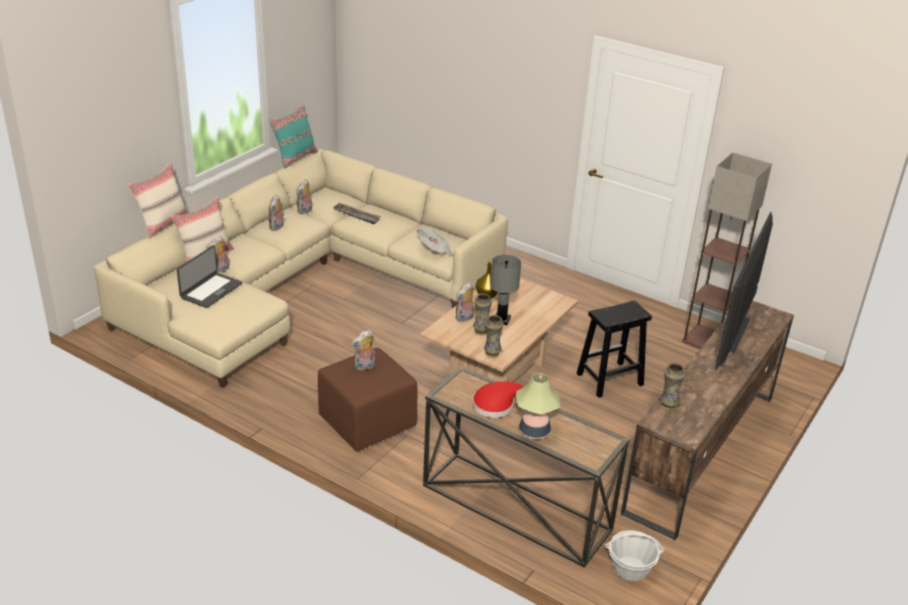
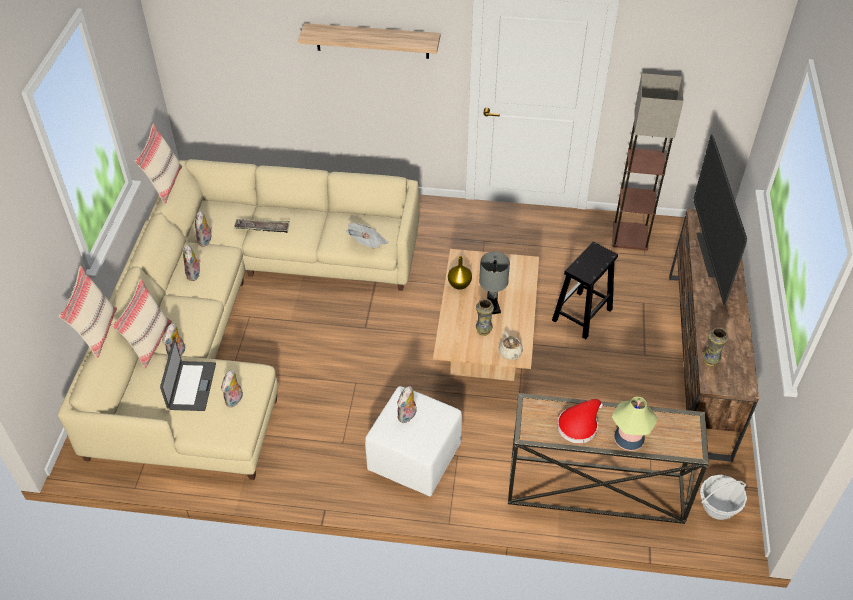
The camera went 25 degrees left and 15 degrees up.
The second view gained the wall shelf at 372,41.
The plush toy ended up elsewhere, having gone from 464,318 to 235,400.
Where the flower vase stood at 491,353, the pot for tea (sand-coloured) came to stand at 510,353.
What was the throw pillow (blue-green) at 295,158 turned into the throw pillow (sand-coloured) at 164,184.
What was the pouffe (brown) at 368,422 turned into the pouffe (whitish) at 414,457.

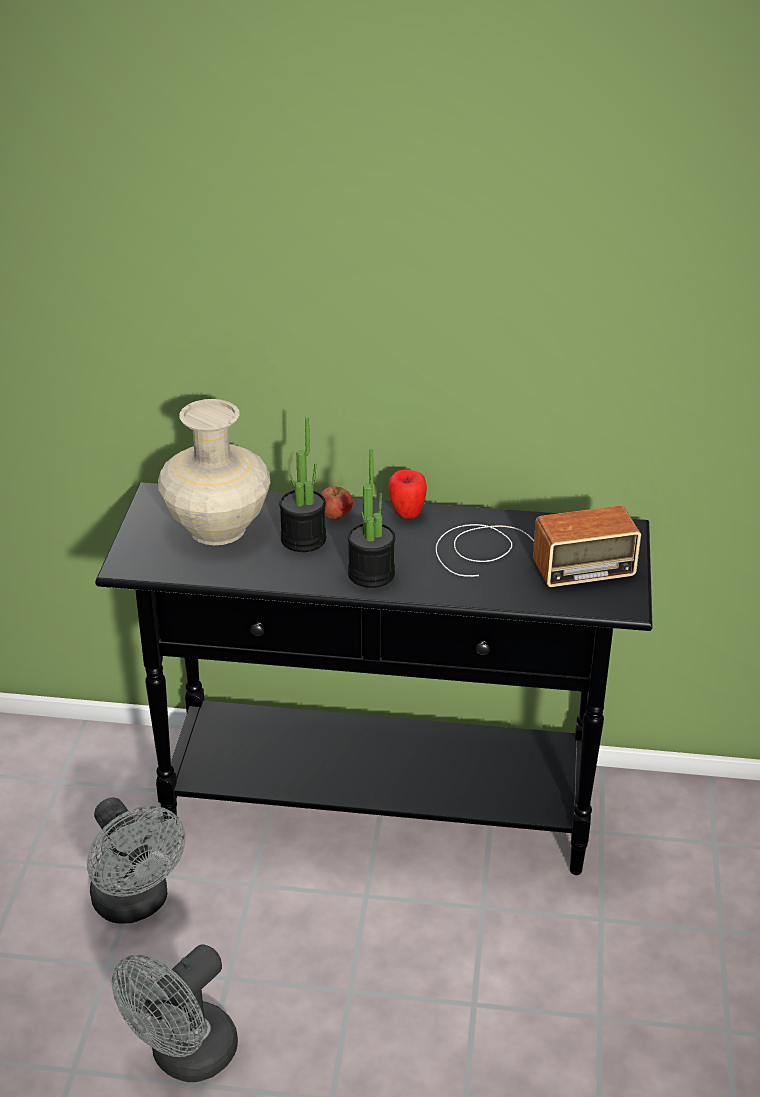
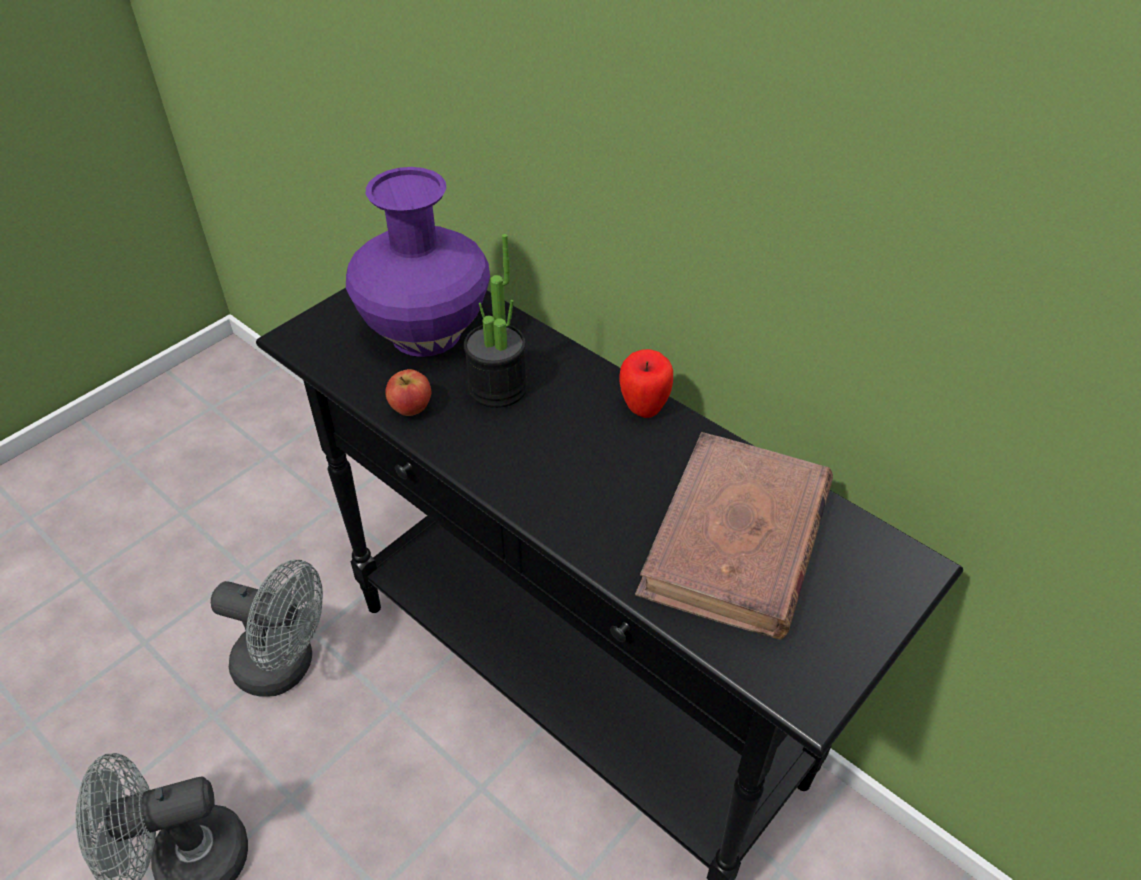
The camera went 35 degrees right and 10 degrees up.
The second view lost the potted plant at 371,574.
The apple ended up elsewhere, having gone from 336,515 to 411,408.
Where the radio receiver stood at 526,556, the volume (brown) came to stand at 736,540.
What was the flower vase (sand-coloured) at 217,528 turned into the flower vase (purple) at 427,332.
The cooling fan (grey) at 136,904 ended up facing another way, 75 degrees counterclockwise from before.

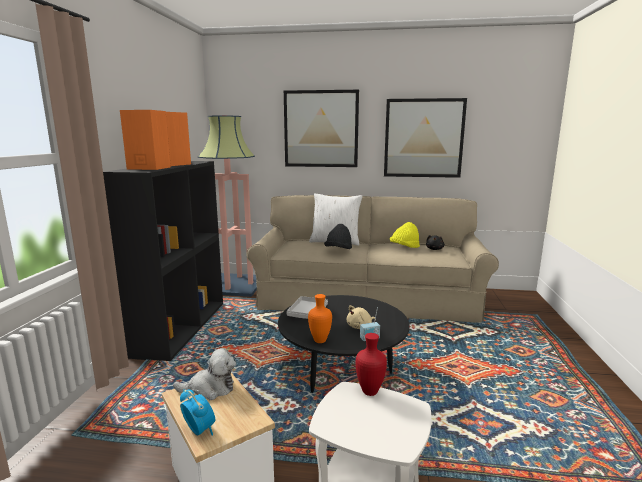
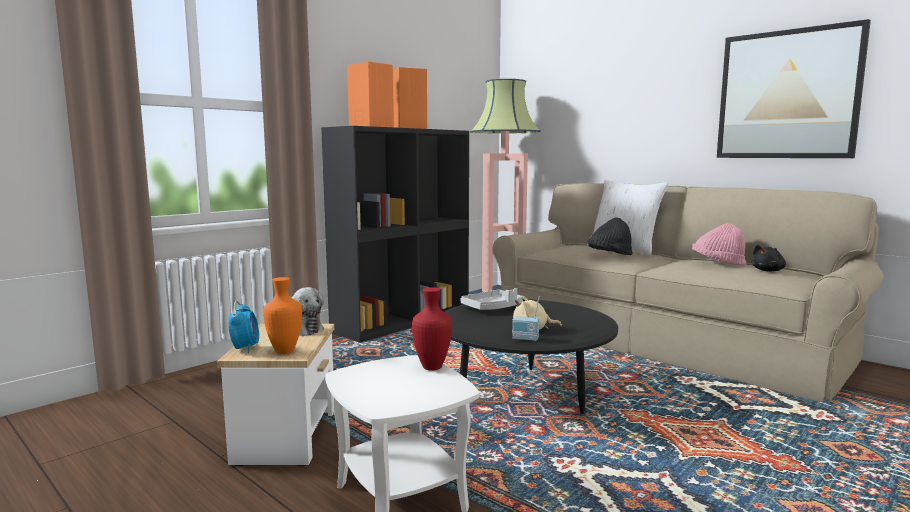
The camera went 35 degrees right and 5 degrees down.
The second view lost the wall picture at 321,129.
The flower vase (orangey) ended up elsewhere, having gone from 319,341 to 283,351.
What was the wearable hat (yellow) at 404,247 turned into the wearable hat (pink-coloured) at 718,264.

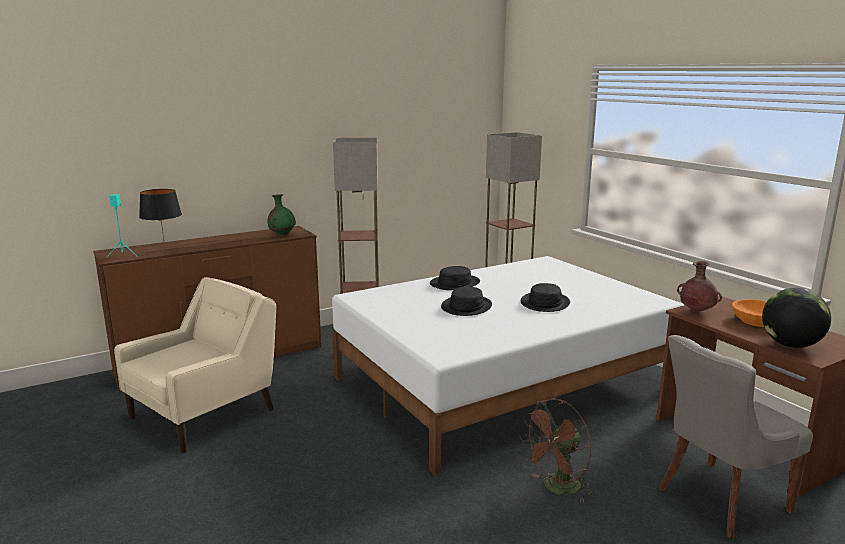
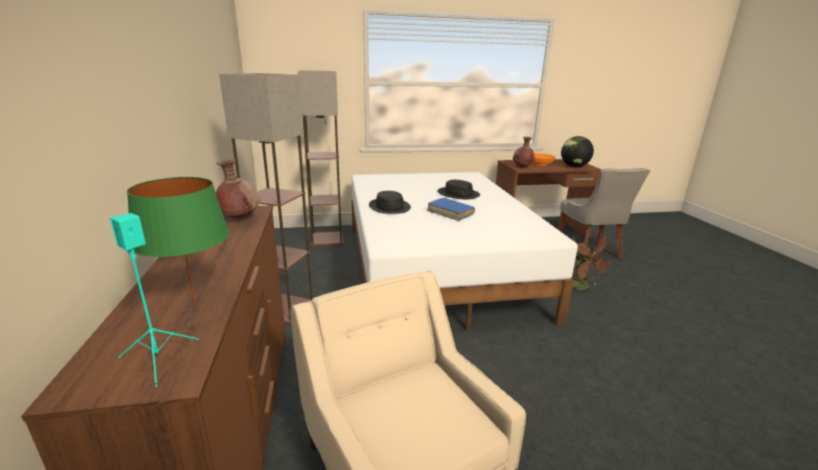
The camera went 70 degrees left and 5 degrees up.
Where the wearable hat (blackish) stood at 466,307, the volume (blue-coloured) came to stand at 450,213.
What was the lamp for a table (blackish) at 165,250 turned into the lamp for a table (greenish) at 196,306.
What was the flower vase (greenish) at 282,234 turned into the flower vase (brown) at 239,219.

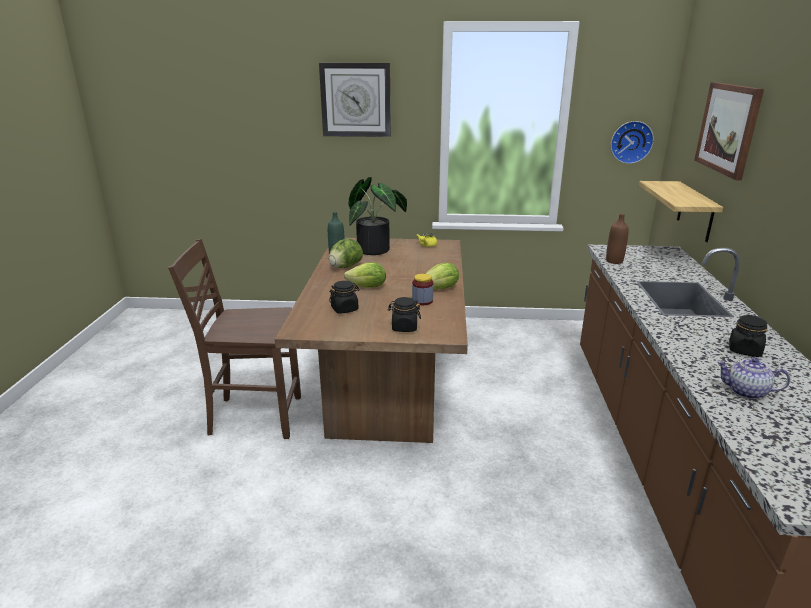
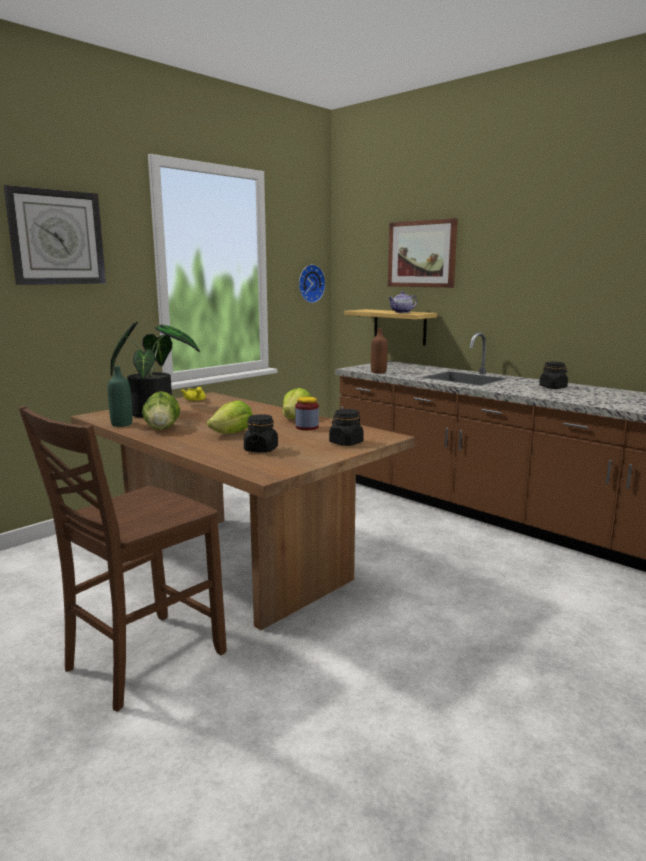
The camera went 50 degrees left and 10 degrees down.
The pot for tea ended up elsewhere, having gone from 746,392 to 402,312.

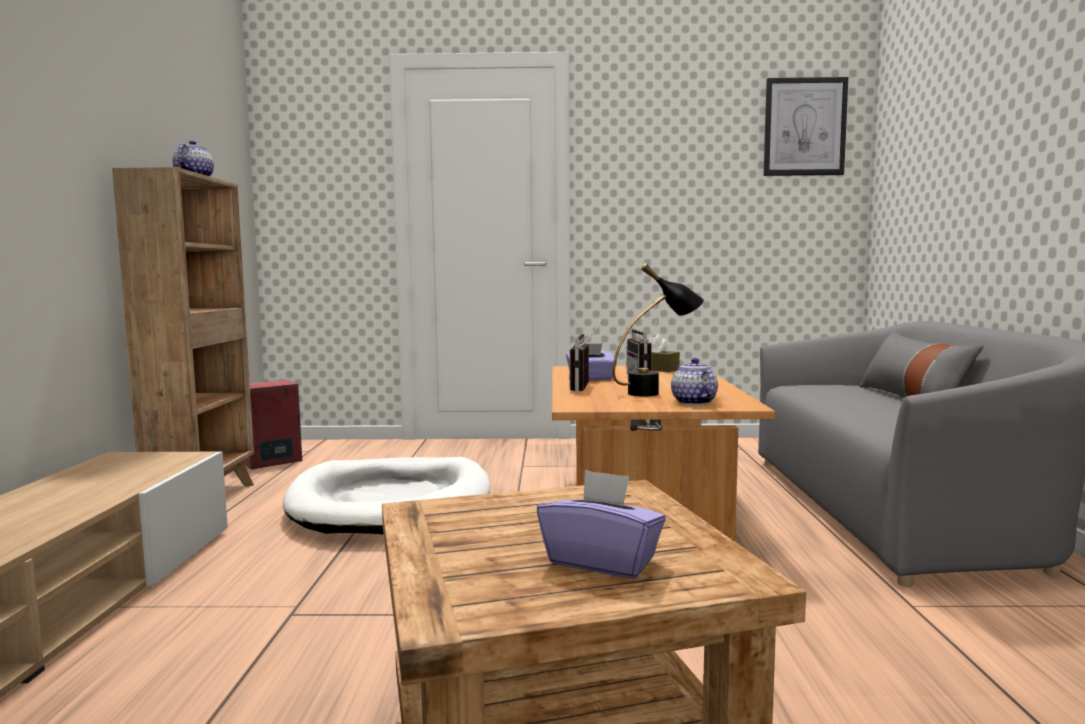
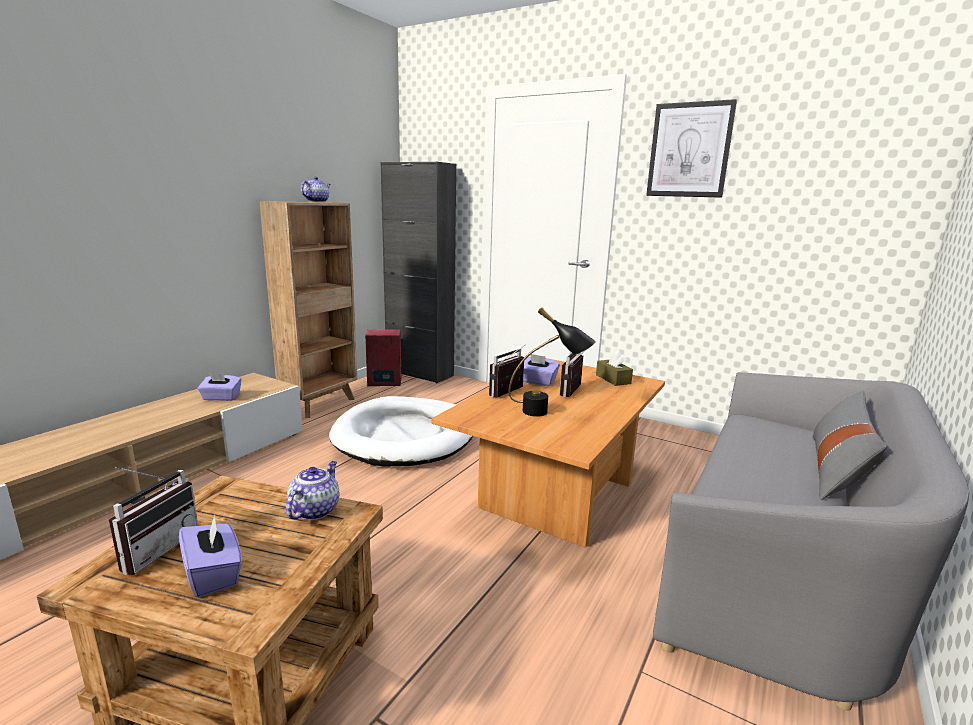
The camera went 30 degrees right and 10 degrees up.
The second view gained the radio receiver at 155,548.
The second view gained the box of tissues (purple) at 221,398.
The second view gained the cabinet (blackish) at 419,373.
The pot for tea ended up elsewhere, having gone from 692,402 to 315,510.
The wall picture ended up elsewhere, having gone from 804,127 to 689,150.

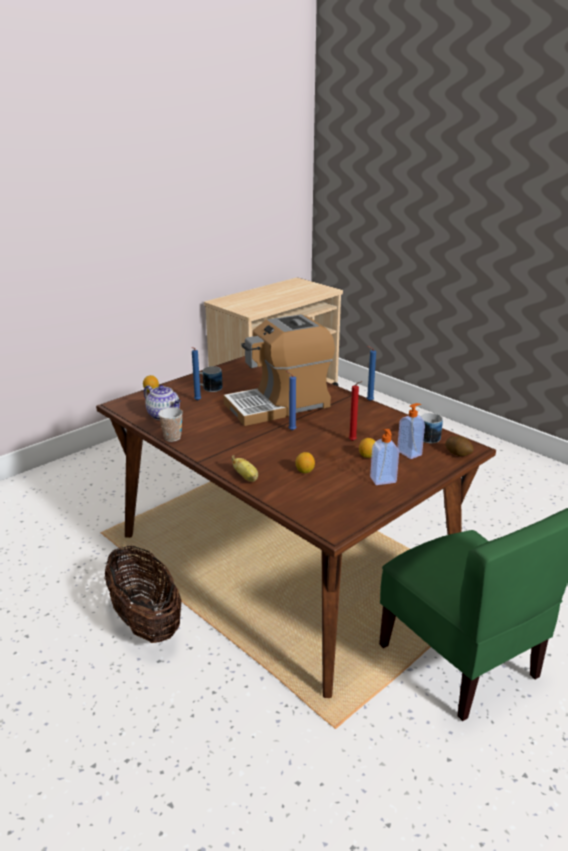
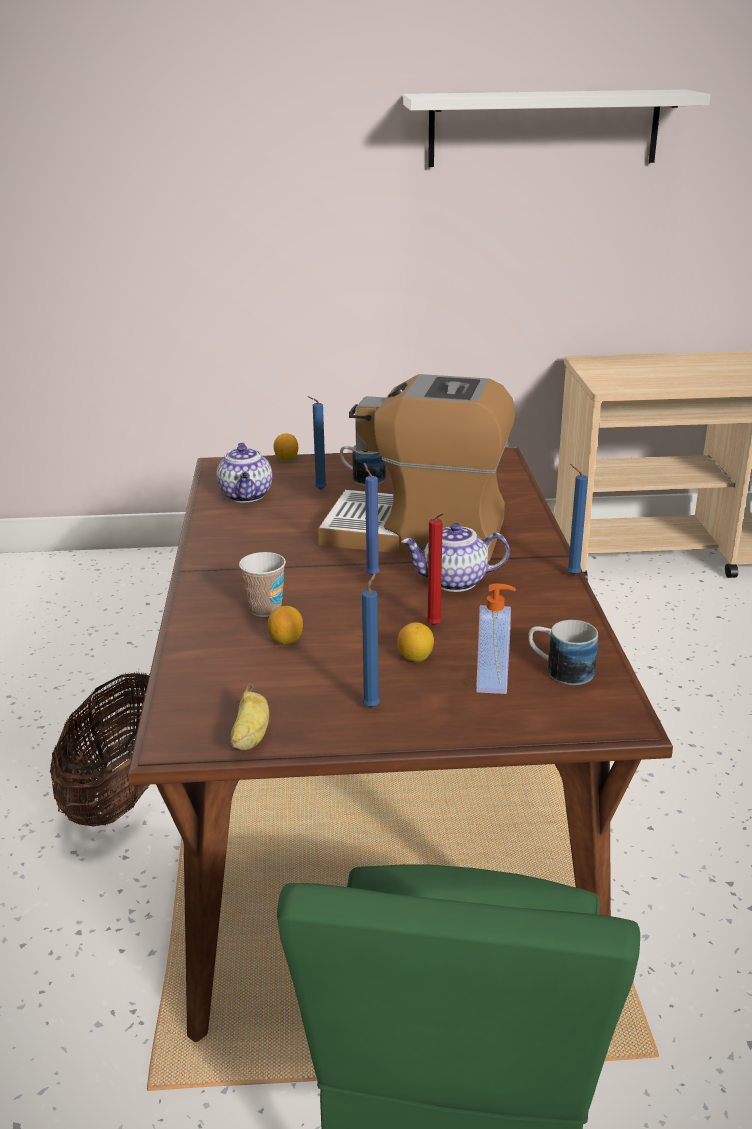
The camera went 40 degrees right and 0 degrees up.
The second view lost the potato at 458,453.
The second view gained the pot for tea at 454,582.
The second view gained the wall shelf (whitish) at 543,128.
The cup ended up elsewhere, having gone from 172,437 to 265,609.
The whole banana ended up elsewhere, having gone from 246,478 to 250,737.
Where the soap dispenser stood at 383,480, the candle (blue-coloured) came to stand at 372,705.

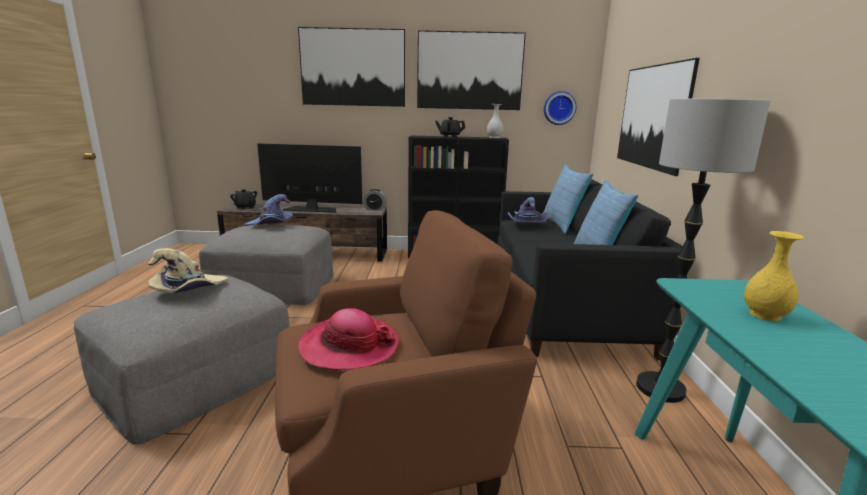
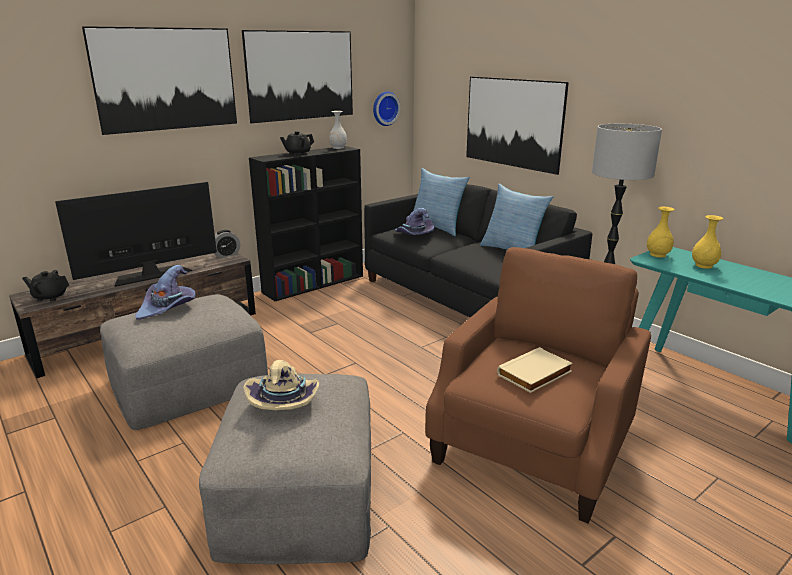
The camera went 40 degrees left and 5 degrees up.
The second view gained the flower vase (yellow) at 658,255.
Where the wearable hat stood at 349,346, the volume (sand-coloured) came to stand at 535,374.

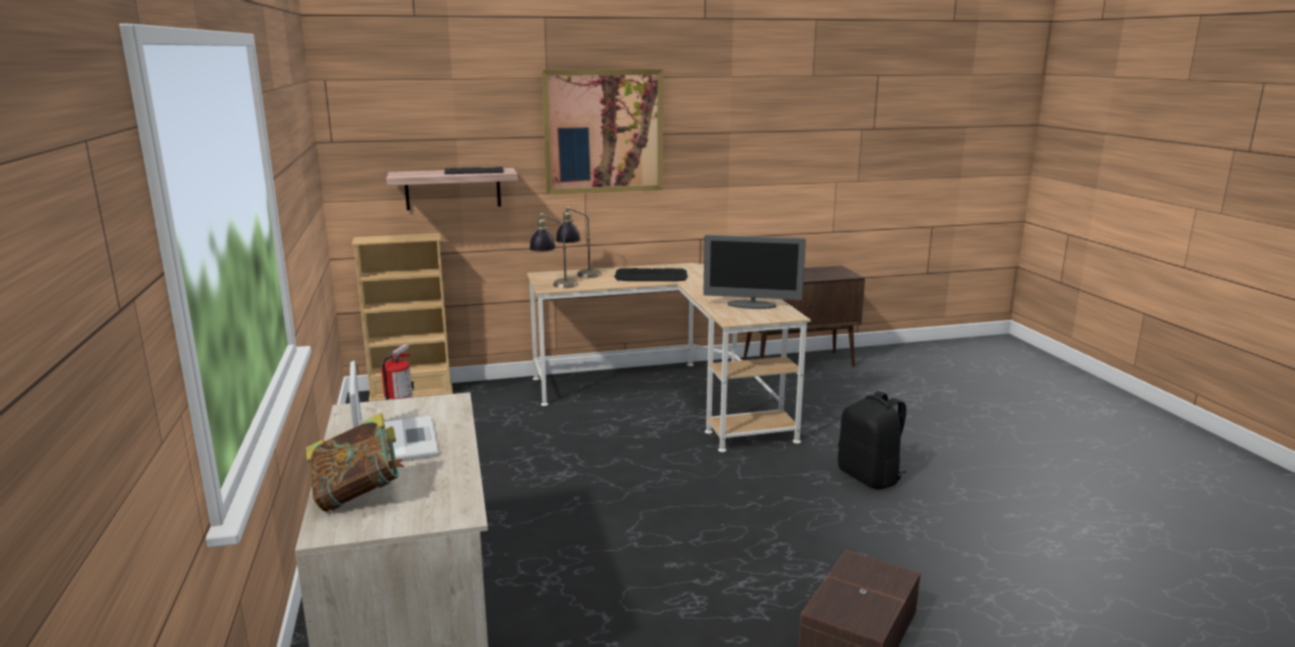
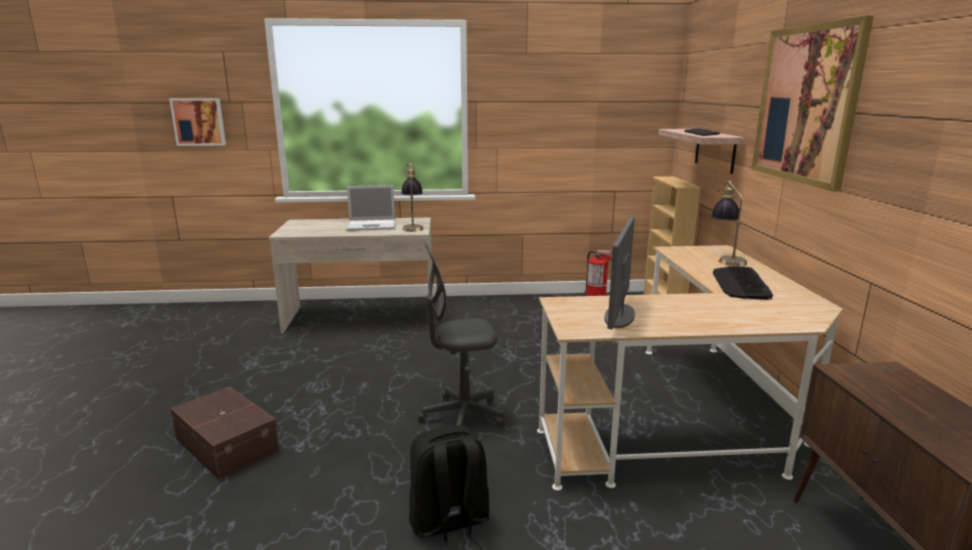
The camera went 100 degrees right and 0 degrees up.
The second view lost the volume at 358,495.
The second view gained the wall picture at 199,121.
The second view gained the computer chair (grey) at 462,417.
The lamp for a table ended up elsewhere, having gone from 554,285 to 413,227.

